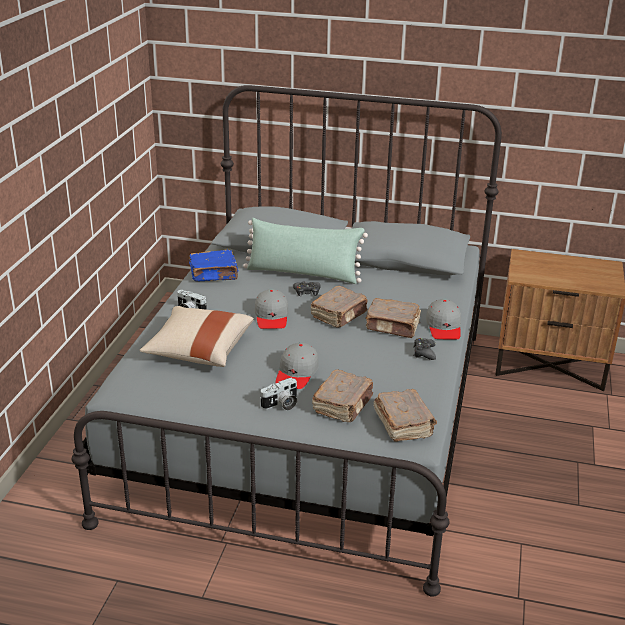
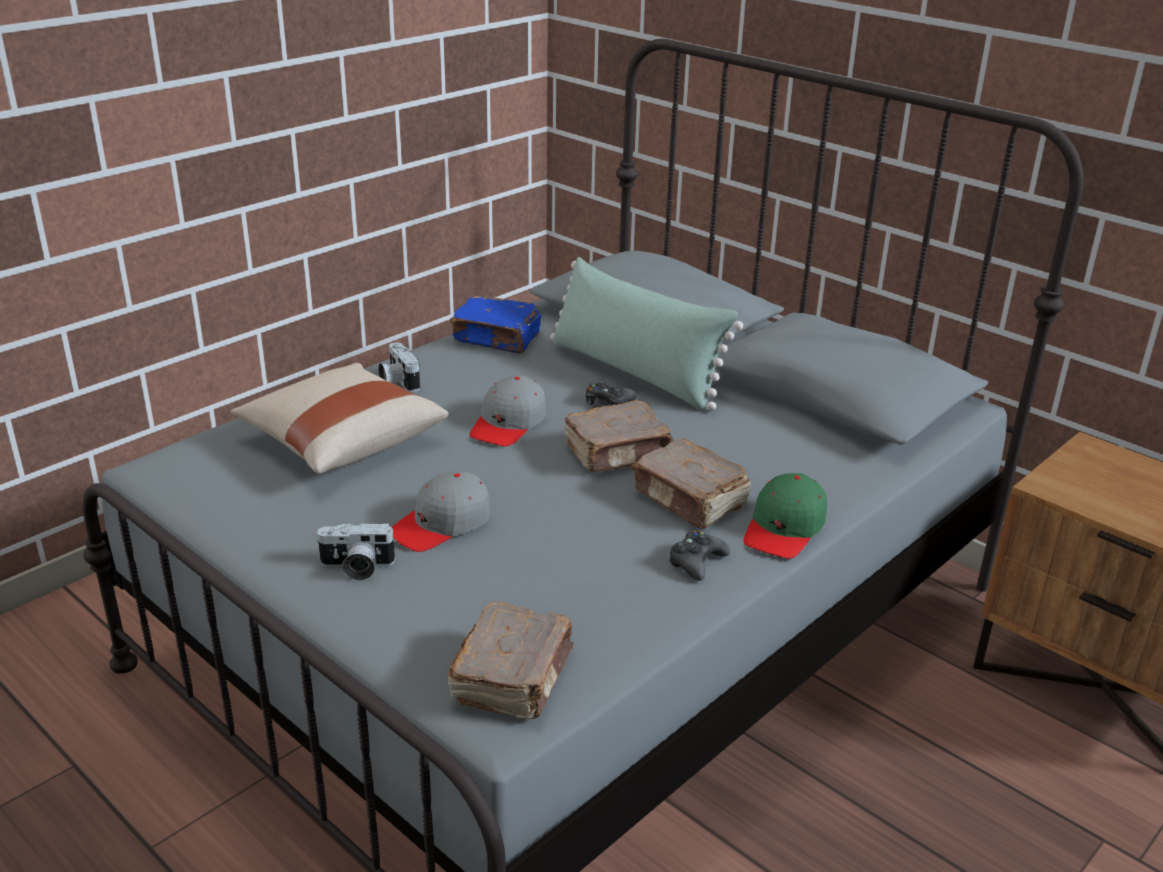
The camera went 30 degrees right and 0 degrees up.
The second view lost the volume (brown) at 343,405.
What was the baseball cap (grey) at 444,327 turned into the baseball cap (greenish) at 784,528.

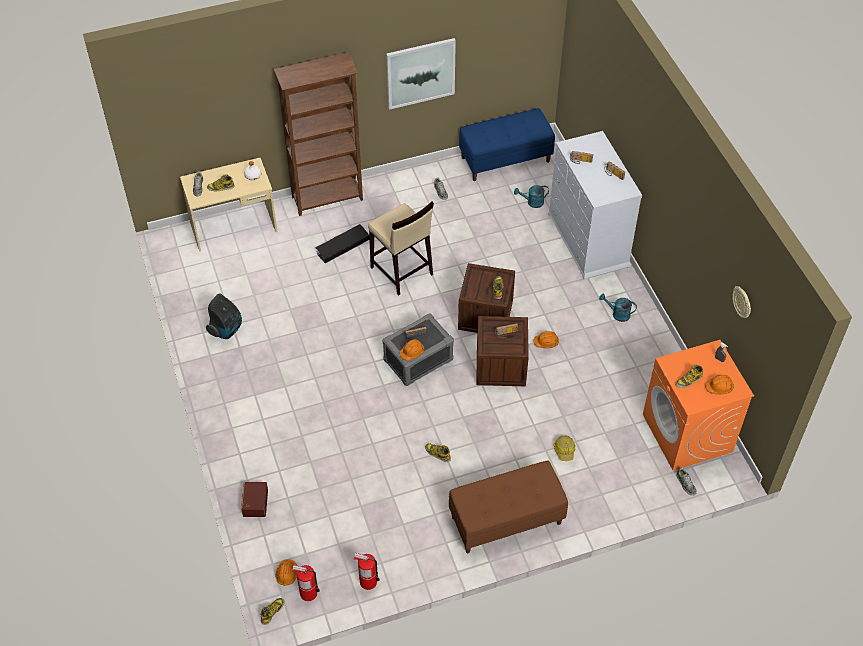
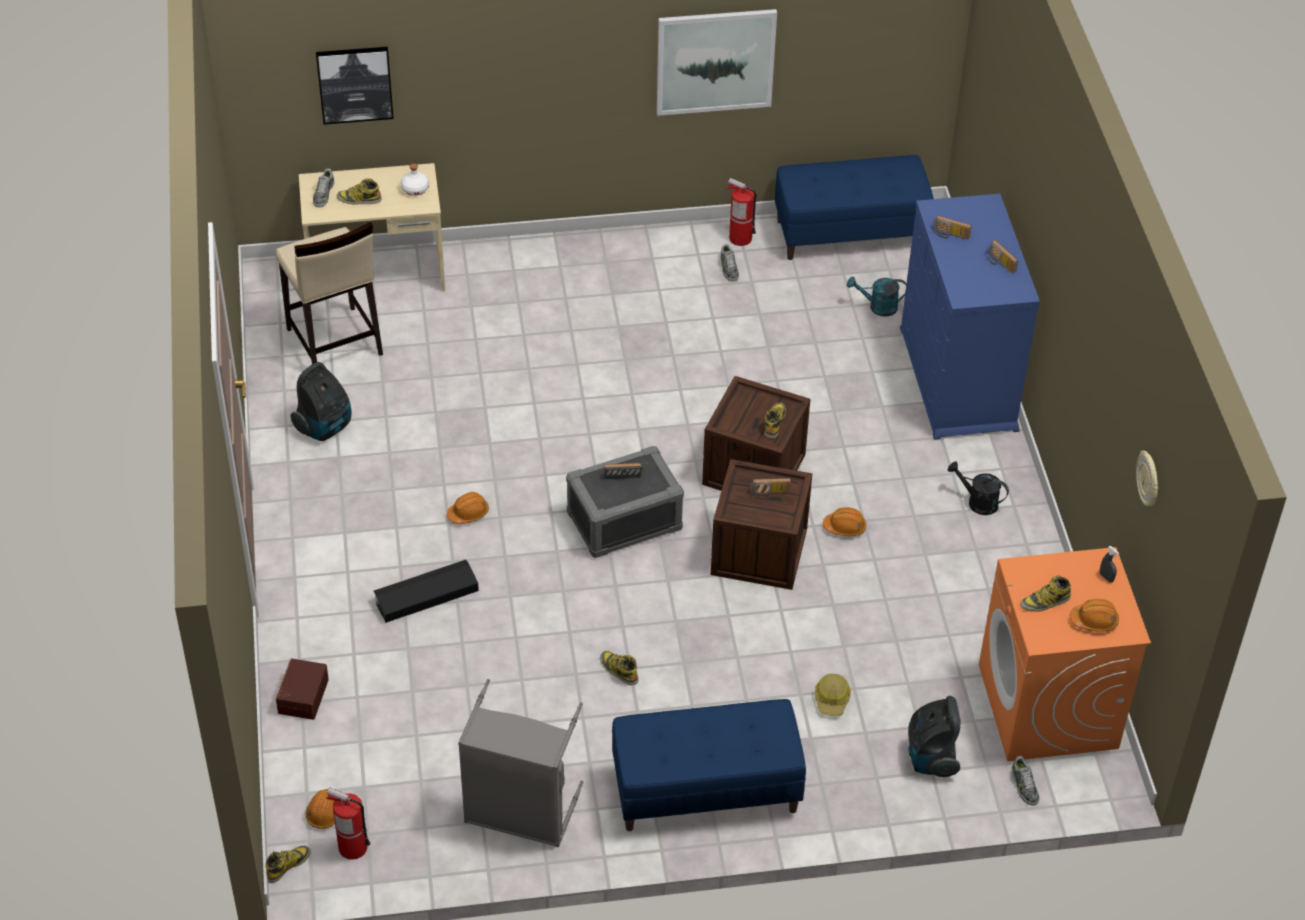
The camera went 10 degrees right and 5 degrees down.
The second view lost the shelving unit (brown) at 328,199.
The second view gained the wall picture at 355,84.
The second view gained the hamper (grey) at 520,813.
The second view gained the hoover at 930,758.
The storage box (blackish) ended up elsewhere, having gone from 342,246 to 426,595.
The fire-fighting cylinder ended up elsewhere, having gone from 368,582 to 740,238.
The sitting stool (sand-coloured) ended up elsewhere, having gone from 401,271 to 334,343.
The hard hat (orangey) ended up elsewhere, having gone from 412,352 to 468,513.
What was the indoor bench (brown) at 506,520 turned into the indoor bench (blue-coloured) at 705,792.
What was the dresser (whitish) at 588,240 turned into the dresser (blue-coloured) at 958,379.
What was the watering can (blue-green) at 617,314 turned into the watering can (blackish) at 977,502.

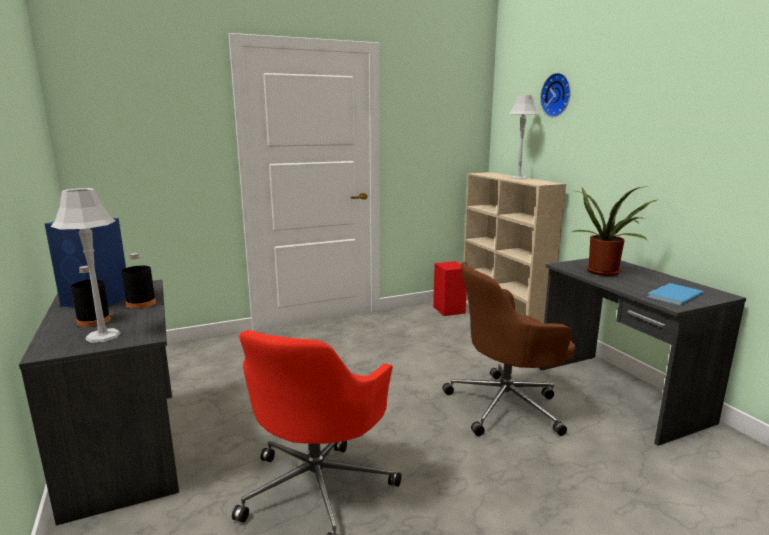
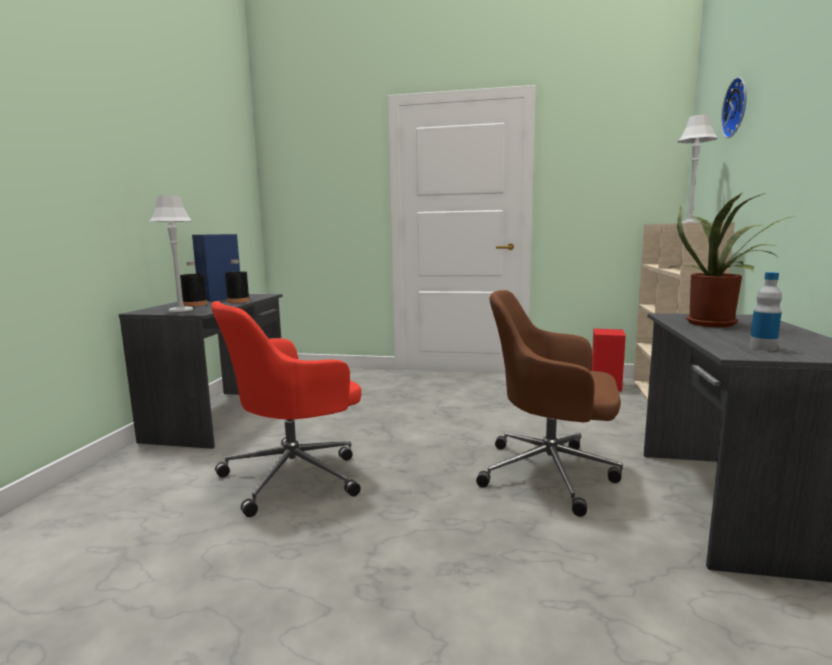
The camera went 35 degrees right and 5 degrees down.
Where the volume (blue-coloured) stood at 672,295, the beverage bottle came to stand at 762,348.

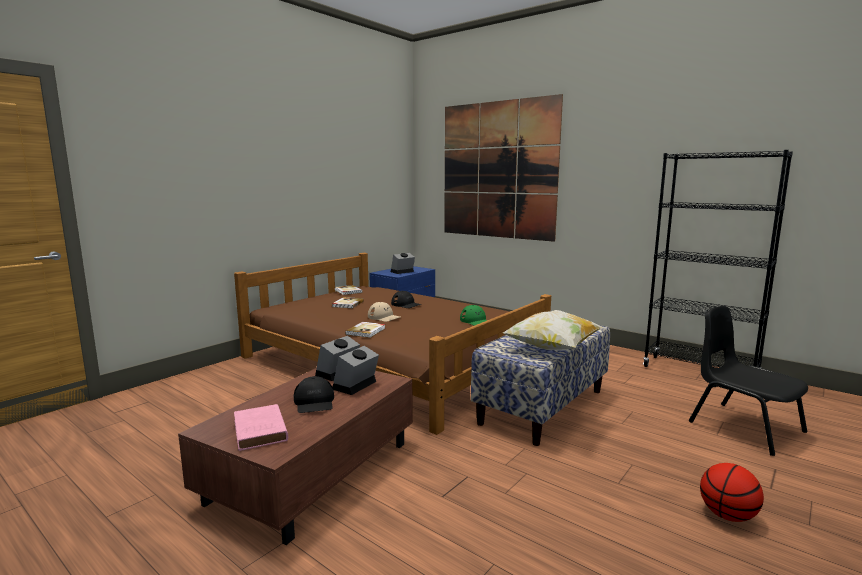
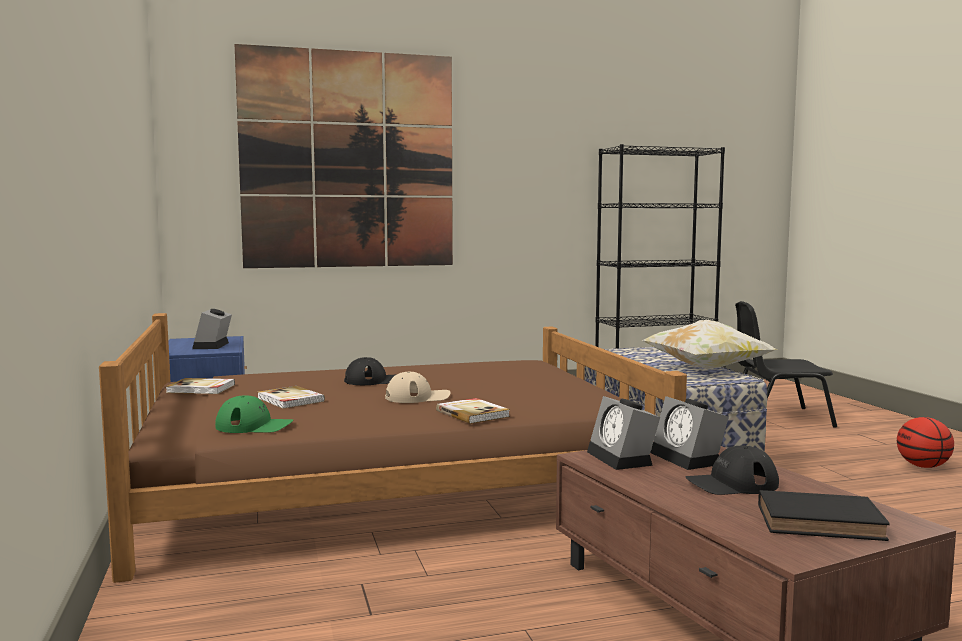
The camera went 55 degrees left and 5 degrees down.
The baseball cap (greenish) ended up elsewhere, having gone from 476,321 to 254,426.
What was the volume (pink-coloured) at 260,431 turned into the volume (blackish) at 823,523.
The baseball cap (blackish) at 314,402 ended up facing another way, 150 degrees clockwise from before.

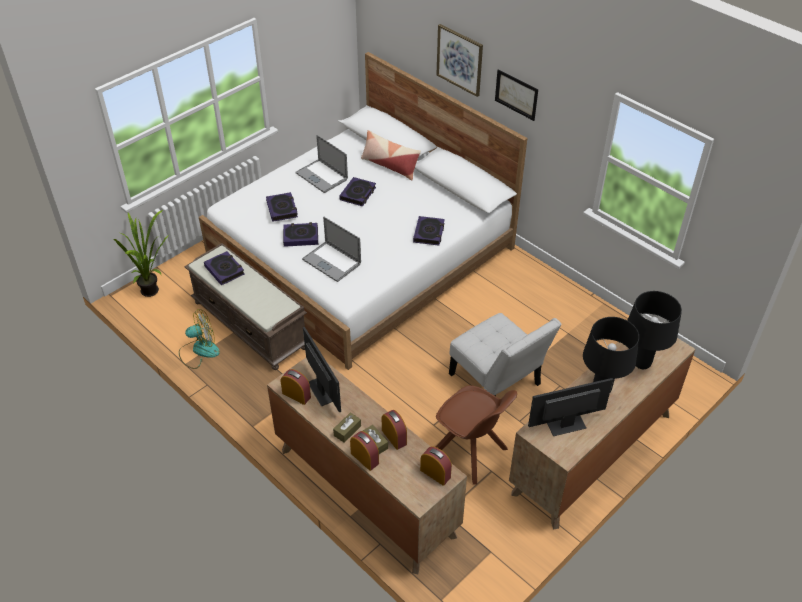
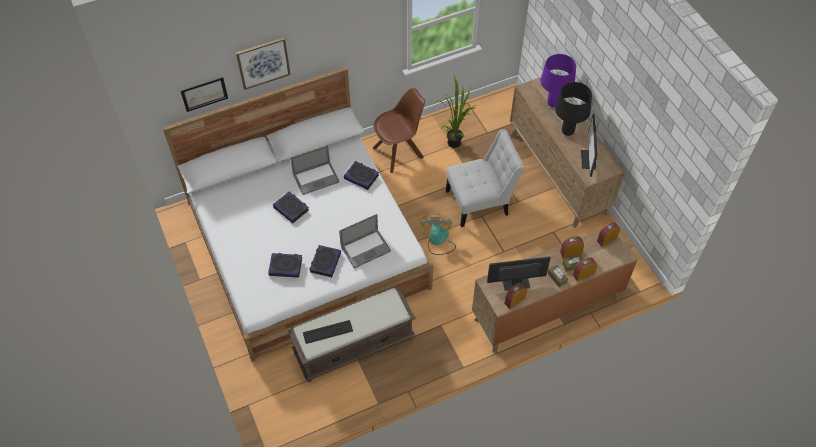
The camera went 70 degrees left and 10 degrees up.
The second view lost the throw pillow at 390,165.
The potted plant ended up elsewhere, having gone from 154,291 to 455,140.
The cooling fan ended up elsewhere, having gone from 199,351 to 438,241.
The portable computer ended up elsewhere, having gone from 321,176 to 316,178.
The upright chair (brown) ended up elsewhere, having gone from 470,453 to 399,152.
The wall picture ended up elsewhere, having gone from 516,94 to 204,94.
Where the volume stood at 224,270, the computer keyboard came to stand at 328,332.
What was the lamp for a table (blackish) at 641,364 turned into the lamp for a table (purple) at 553,104.

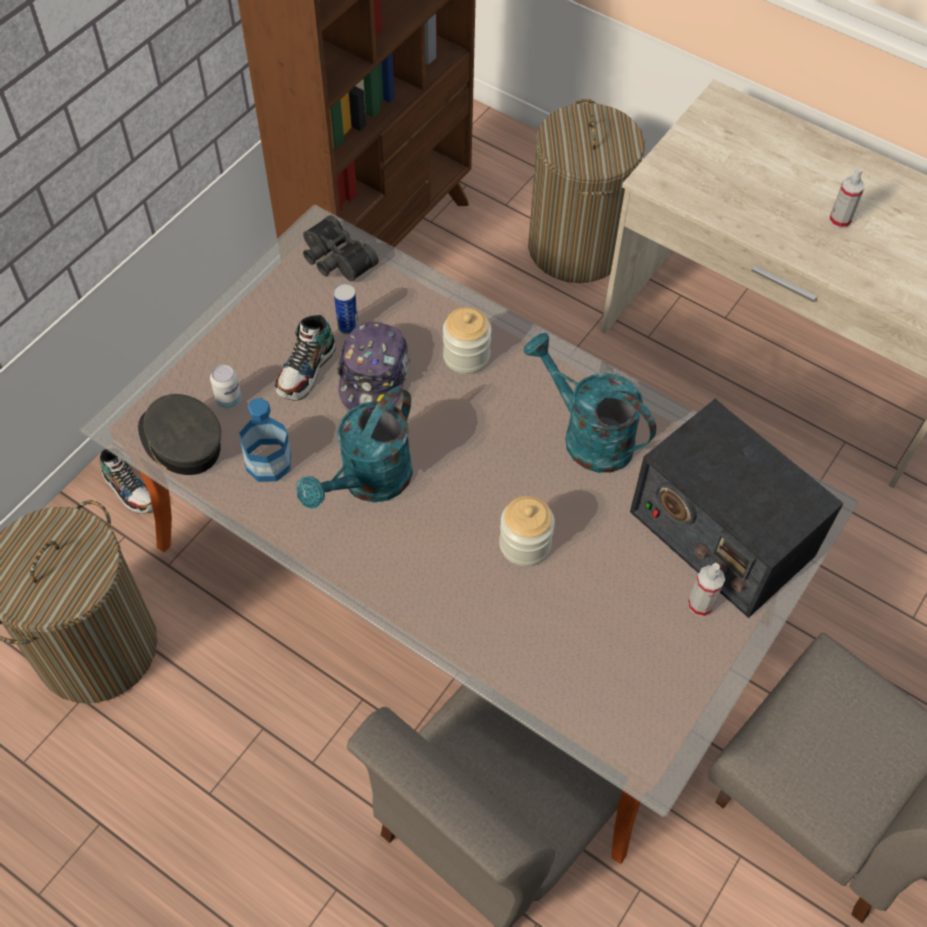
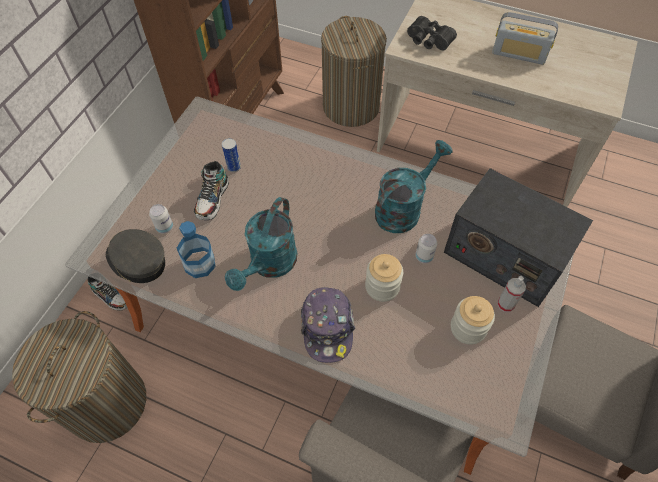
The camera went 10 degrees left and 0 degrees up.
The second view gained the sealed can at 424,256.
The binoculars (blackish) ended up elsewhere, having gone from 335,260 to 428,41.
The baseball cap ended up elsewhere, having gone from 374,376 to 327,328.
The preserve jar ended up elsewhere, having gone from 466,356 to 468,328.
Where the spray bottle stood at 839,220, the radio receiver came to stand at 519,54.
The watering can (blue-green) at 587,435 ended up facing another way, 105 degrees clockwise from before.

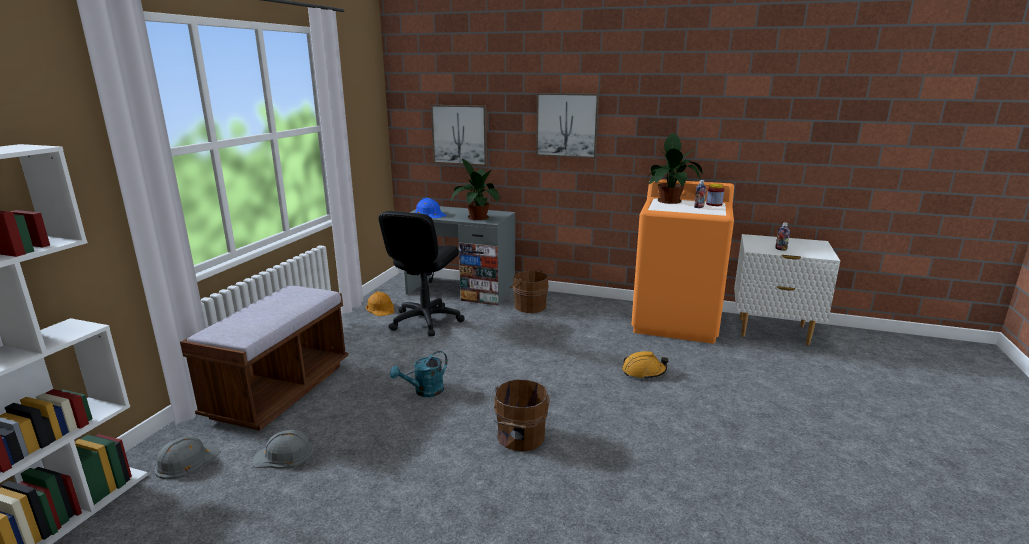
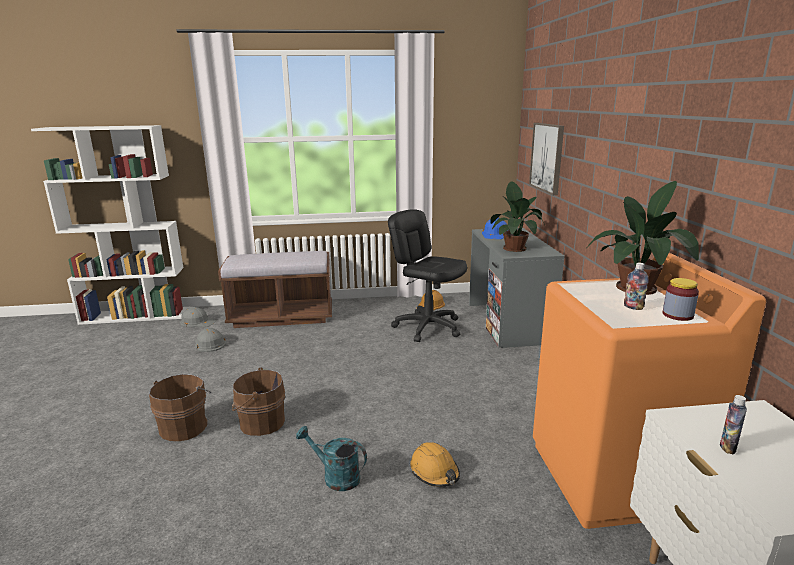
The camera went 65 degrees right and 0 degrees up.
The second view lost the wall picture at 567,125.
The watering can (blue-green) ended up elsewhere, having gone from 424,391 to 335,477.
The pail (brown) ended up elsewhere, having gone from 529,306 to 185,426.
The computer chair (blackish) at 425,321 ended up facing another way, 45 degrees clockwise from before.

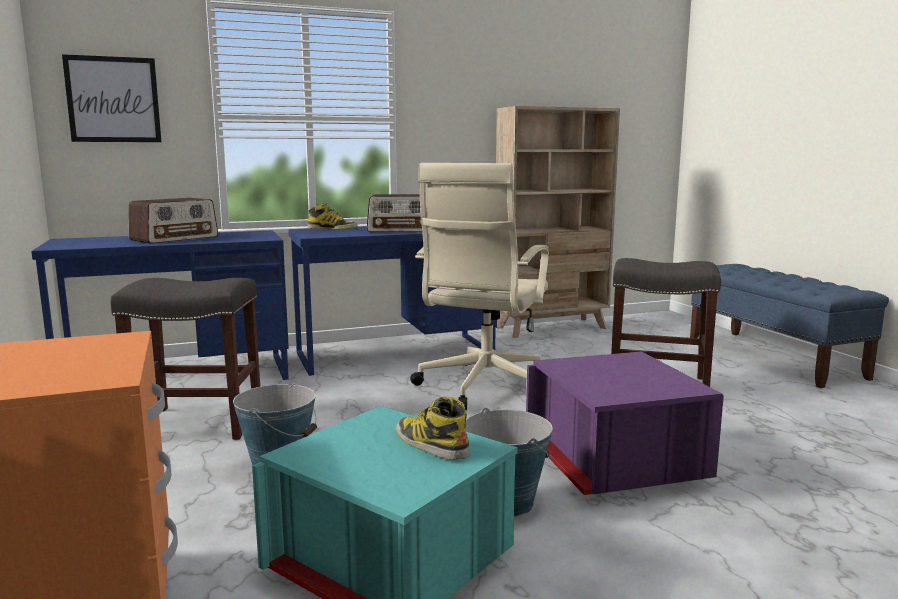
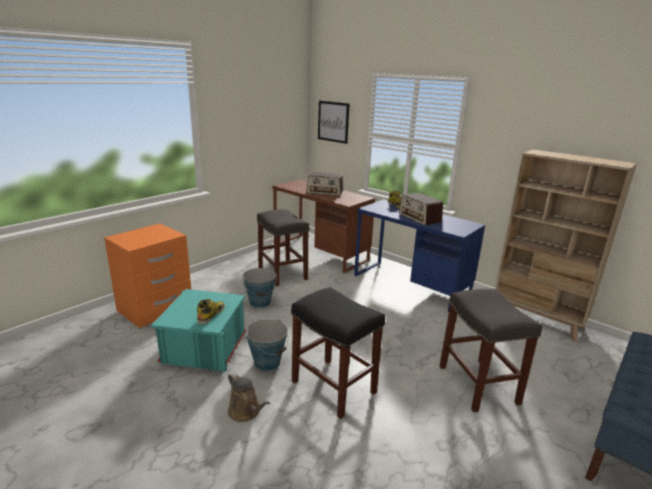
The camera went 60 degrees right and 10 degrees up.
The second view lost the computer chair (sand-coloured) at 483,387.
The second view gained the watering can (brown) at 246,412.
Where the storage box (purple) stood at 613,463, the sitting stool (blackish) came to stand at 332,386.
What was the desk (blue-coloured) at 179,377 turned into the desk (brown) at 320,252.

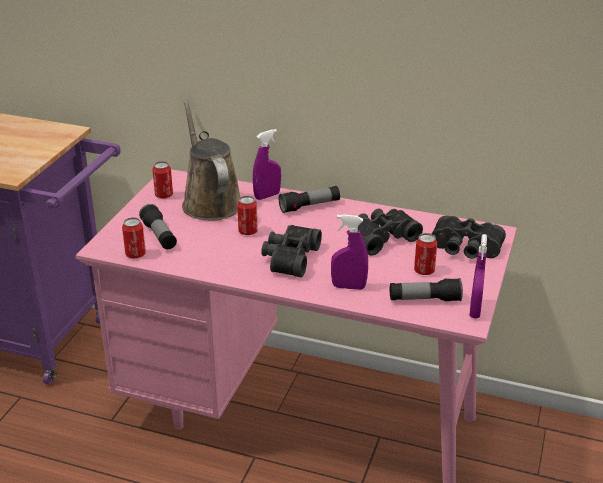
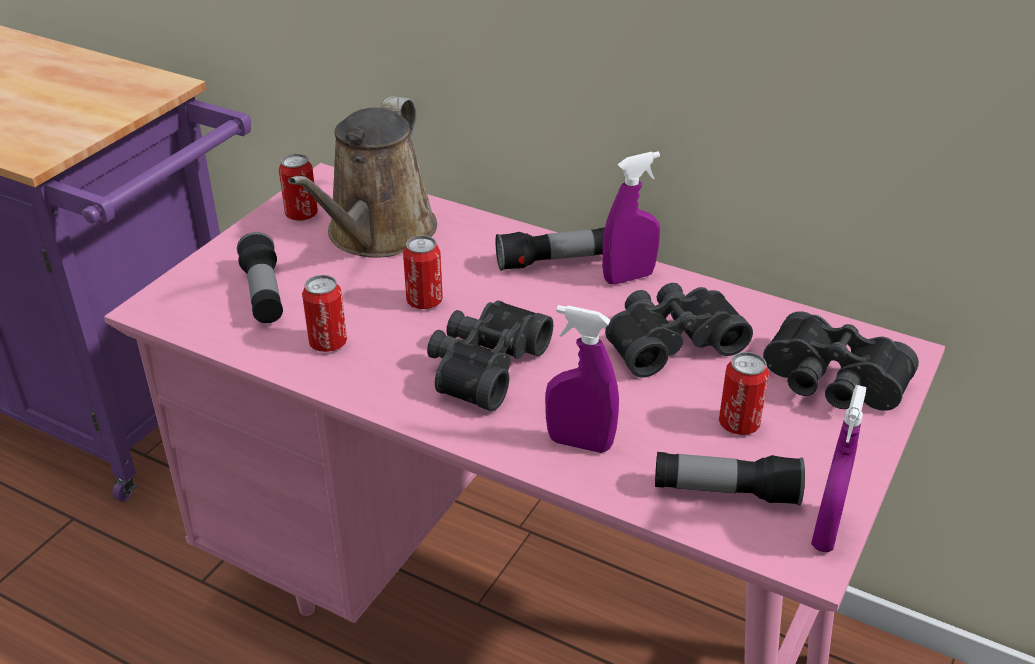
The camera went 10 degrees right and 5 degrees up.
The sealed can ended up elsewhere, having gone from 135,254 to 328,343.
The spray bottle (purple) ended up elsewhere, having gone from 267,196 to 628,277.
The watering can (brown) at 210,202 ended up facing another way, 150 degrees counterclockwise from before.

